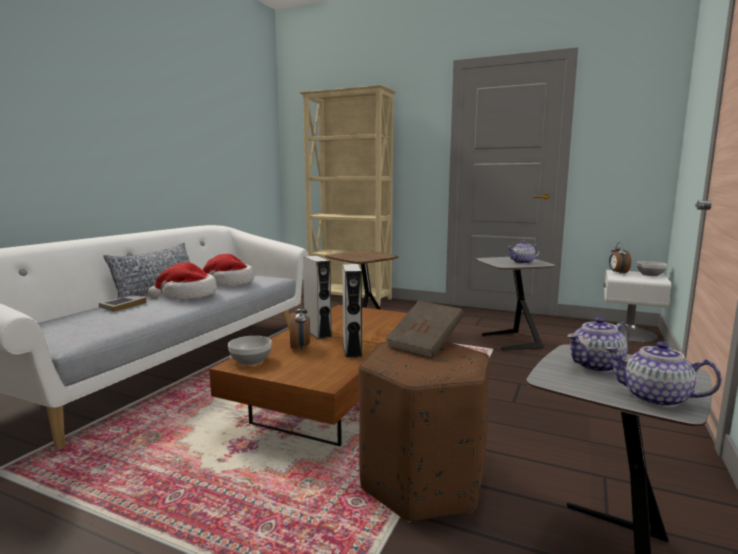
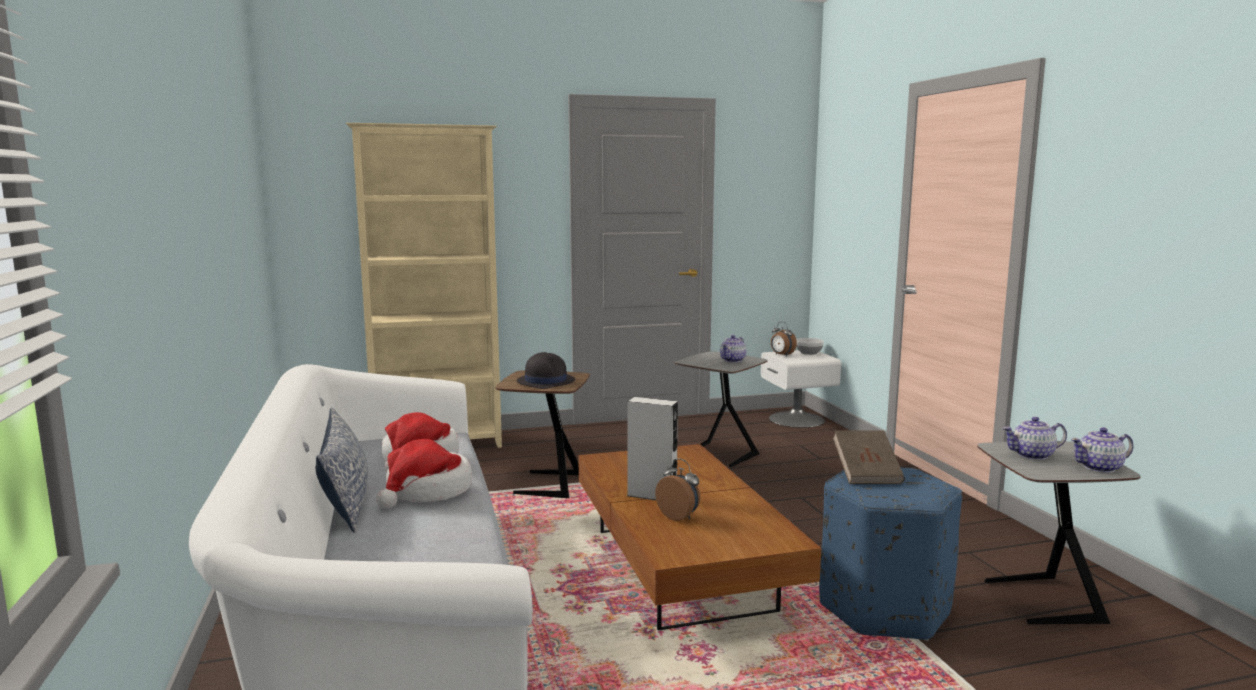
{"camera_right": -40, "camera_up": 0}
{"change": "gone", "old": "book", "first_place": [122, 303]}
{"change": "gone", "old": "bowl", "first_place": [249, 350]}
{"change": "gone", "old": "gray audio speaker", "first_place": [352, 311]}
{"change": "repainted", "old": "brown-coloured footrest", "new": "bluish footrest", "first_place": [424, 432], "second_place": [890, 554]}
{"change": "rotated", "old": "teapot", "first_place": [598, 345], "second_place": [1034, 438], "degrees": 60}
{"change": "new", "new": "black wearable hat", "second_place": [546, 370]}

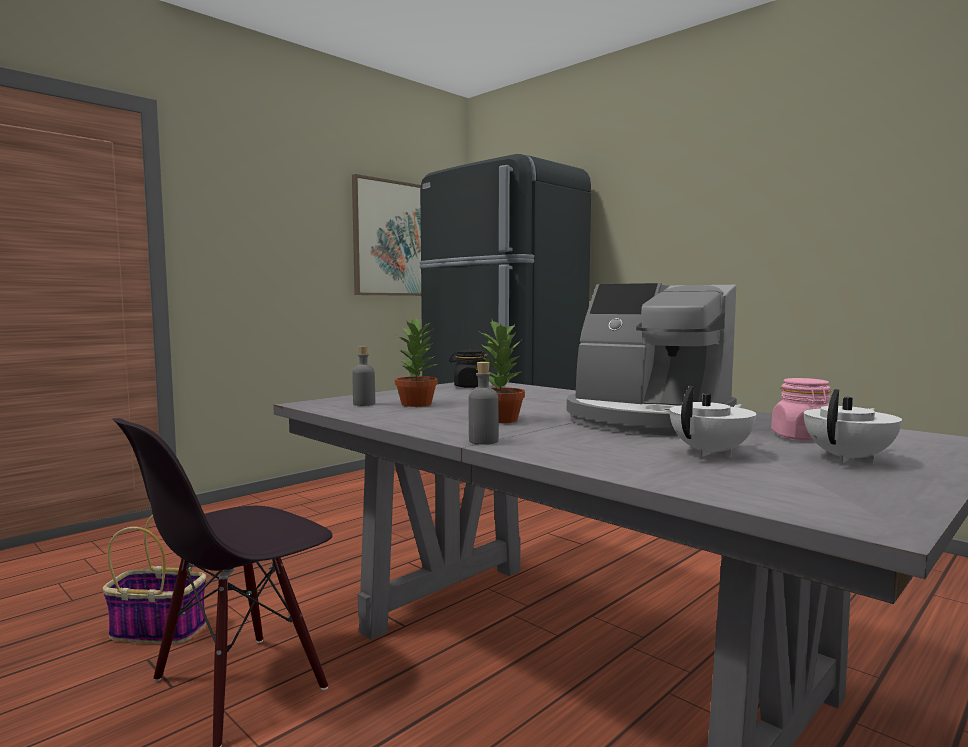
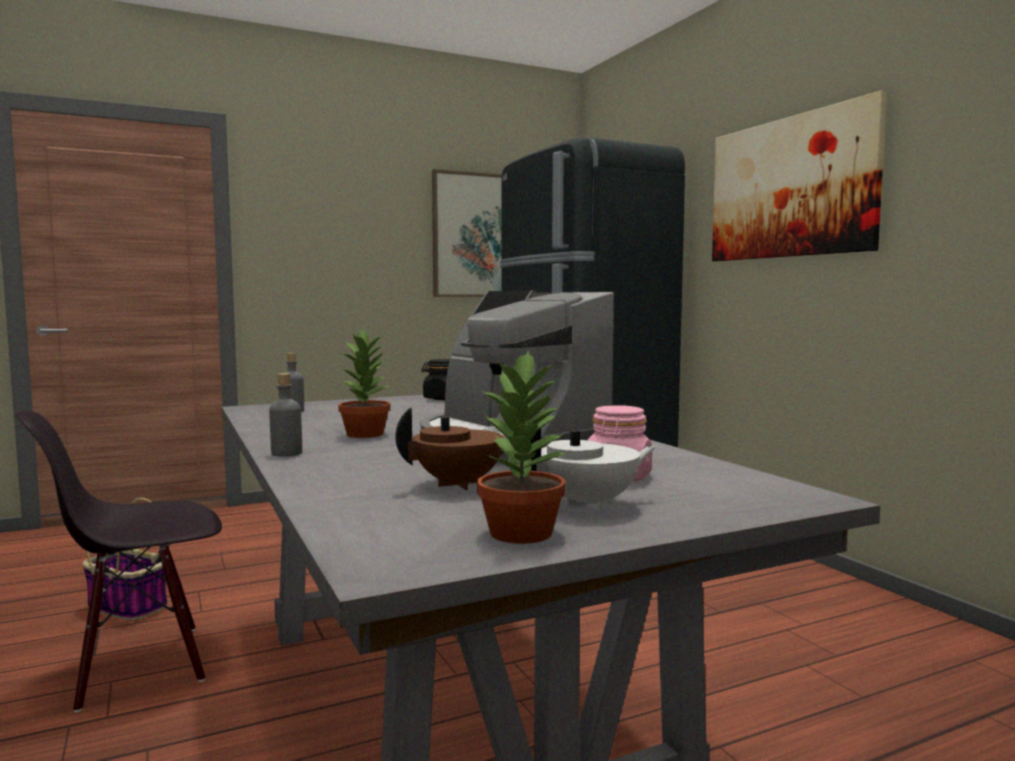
{"camera_right": 20, "camera_up": 0}
{"change": "shifted", "old": "houseplant", "first_place": [416, 362], "second_place": [522, 447]}
{"change": "repainted", "old": "whitish teapot", "new": "brown-coloured teapot", "first_place": [713, 422], "second_place": [449, 448]}
{"change": "new", "new": "picture", "second_place": [799, 176]}

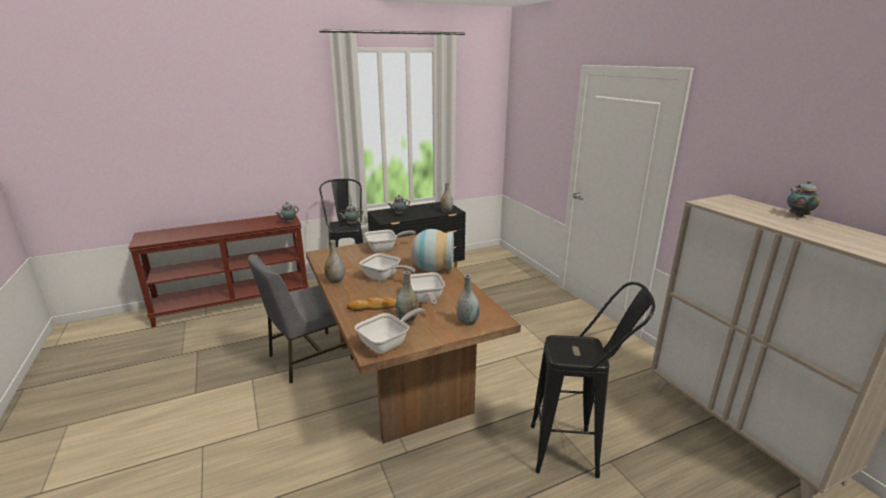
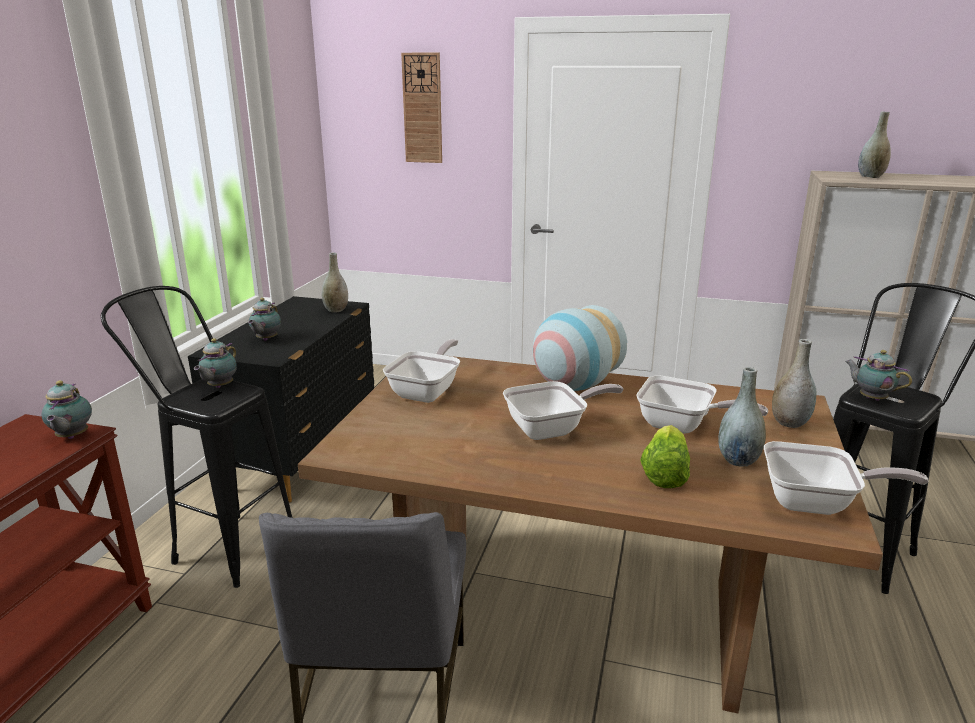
{"camera_right": -50, "camera_up": 0}
{"change": "shifted", "old": "gray decorative vase", "first_place": [335, 261], "second_place": [874, 144]}
{"change": "swapped", "old": "bakery bread", "new": "lettuce head", "first_place": [372, 304], "second_place": [665, 456]}
{"change": "rotated", "old": "skillet", "first_place": [390, 331], "second_place": [846, 478], "degrees": 105}
{"change": "shifted", "old": "teapot", "first_place": [803, 199], "second_place": [878, 375]}
{"change": "new", "new": "hanging clock", "second_place": [421, 108]}

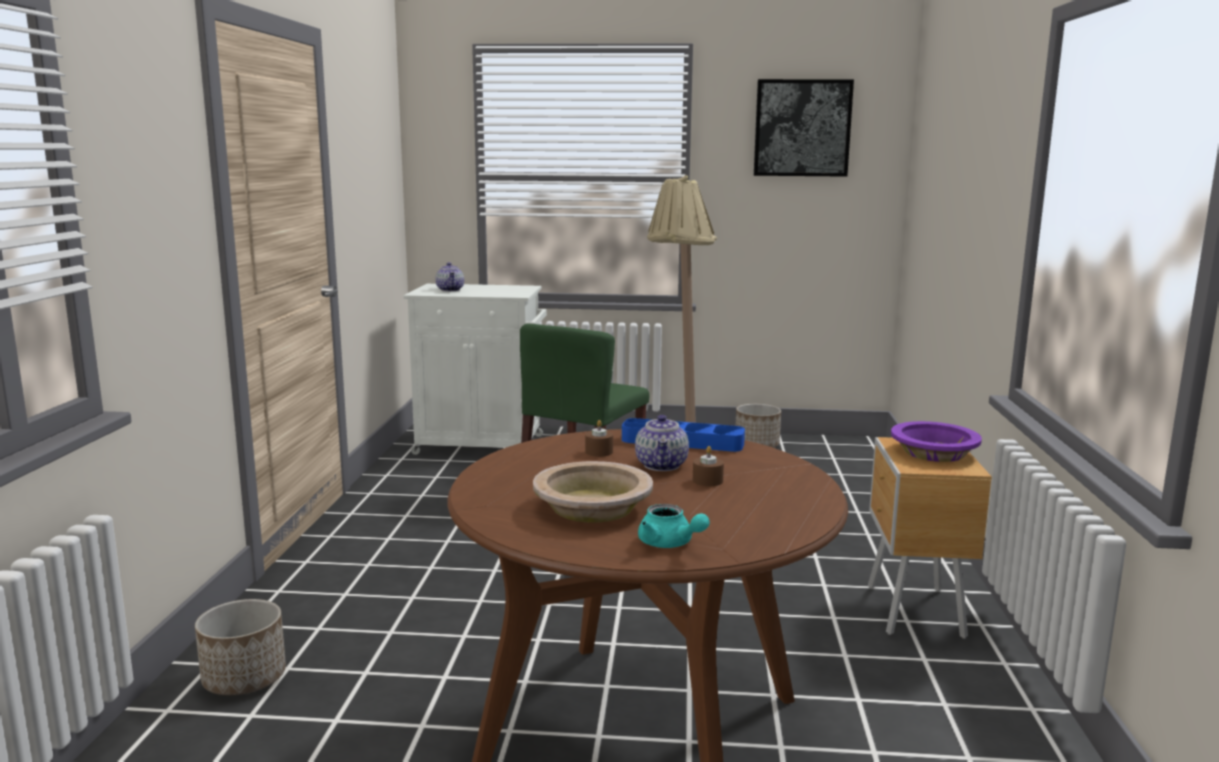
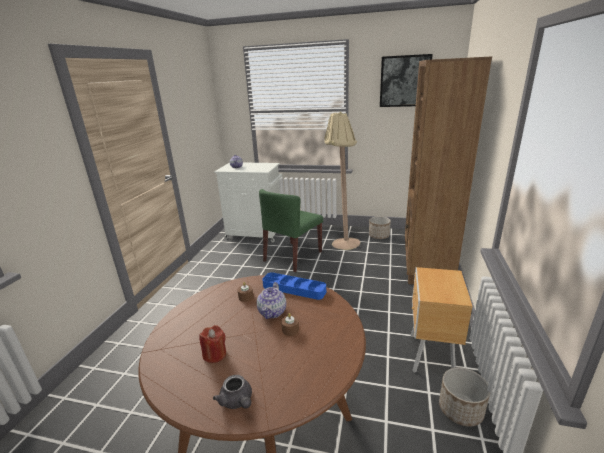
{"camera_right": 10, "camera_up": 10}
{"change": "shifted", "old": "plant pot", "first_place": [240, 647], "second_place": [464, 397]}
{"change": "swapped", "old": "beige-coloured bowl", "new": "reddish wax light", "first_place": [593, 492], "second_place": [212, 344]}
{"change": "repainted", "old": "blue-green teapot", "new": "gray teapot", "first_place": [674, 526], "second_place": [232, 392]}
{"change": "gone", "old": "purplish bowl", "first_place": [936, 441]}
{"change": "new", "new": "brown-coloured shelving unit", "second_place": [448, 170]}

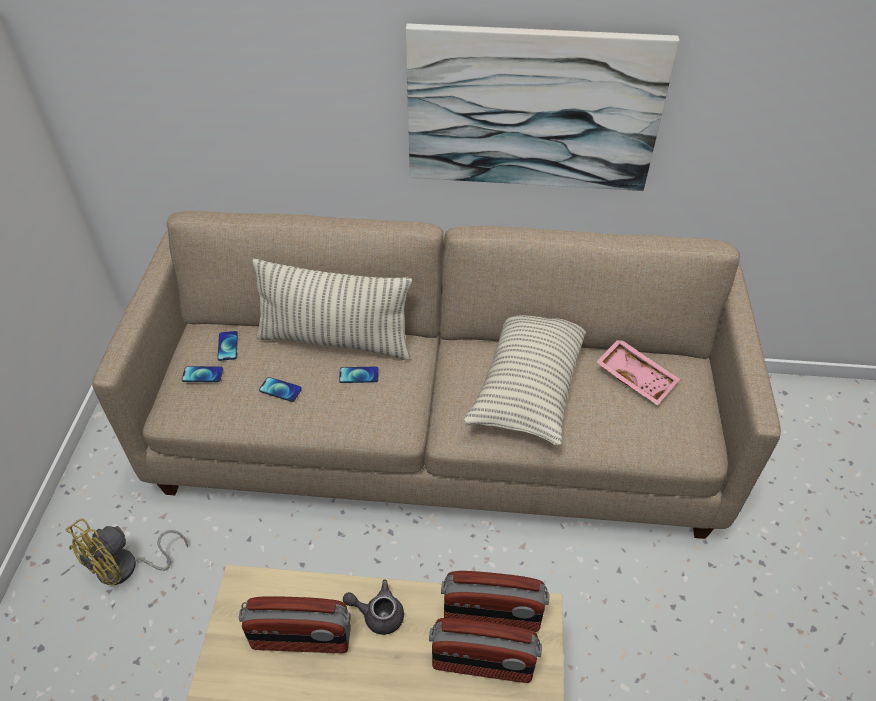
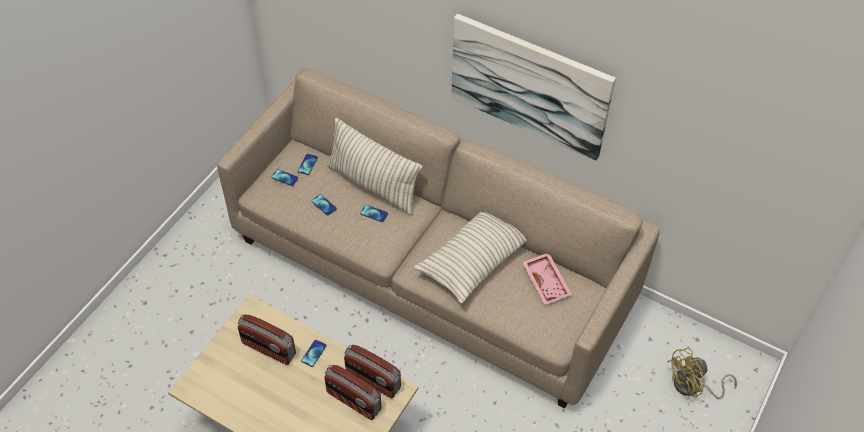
{"camera_right": 25, "camera_up": 5}
{"change": "shifted", "old": "yellow electric fan", "first_place": [126, 552], "second_place": [702, 373]}
{"change": "swapped", "old": "gray teapot", "new": "telephone", "first_place": [373, 607], "second_place": [313, 353]}

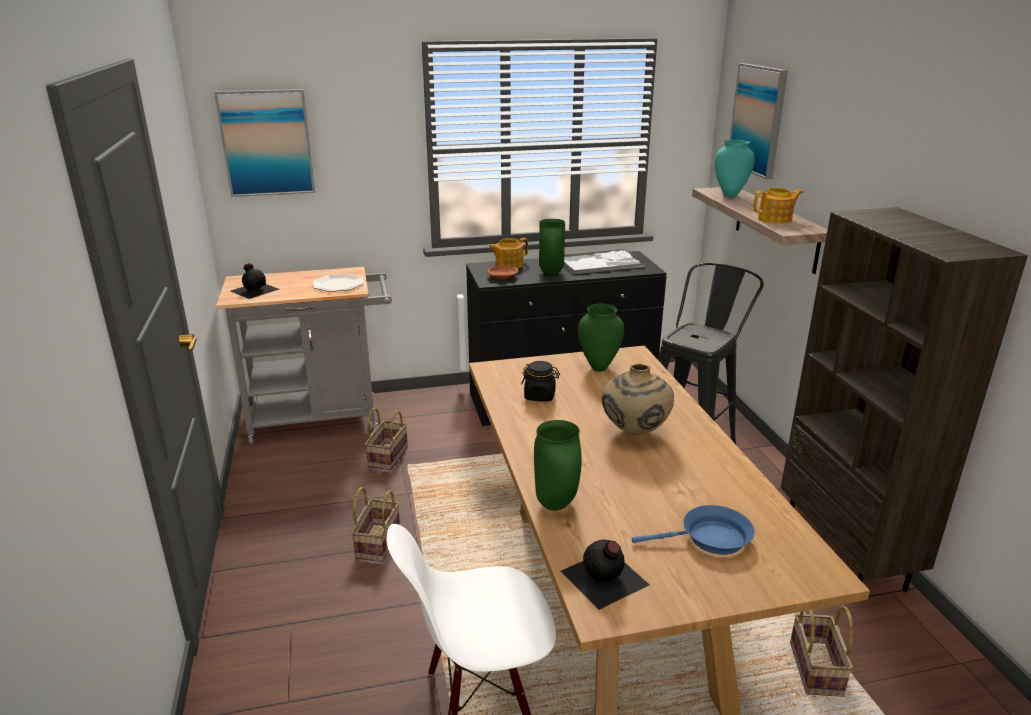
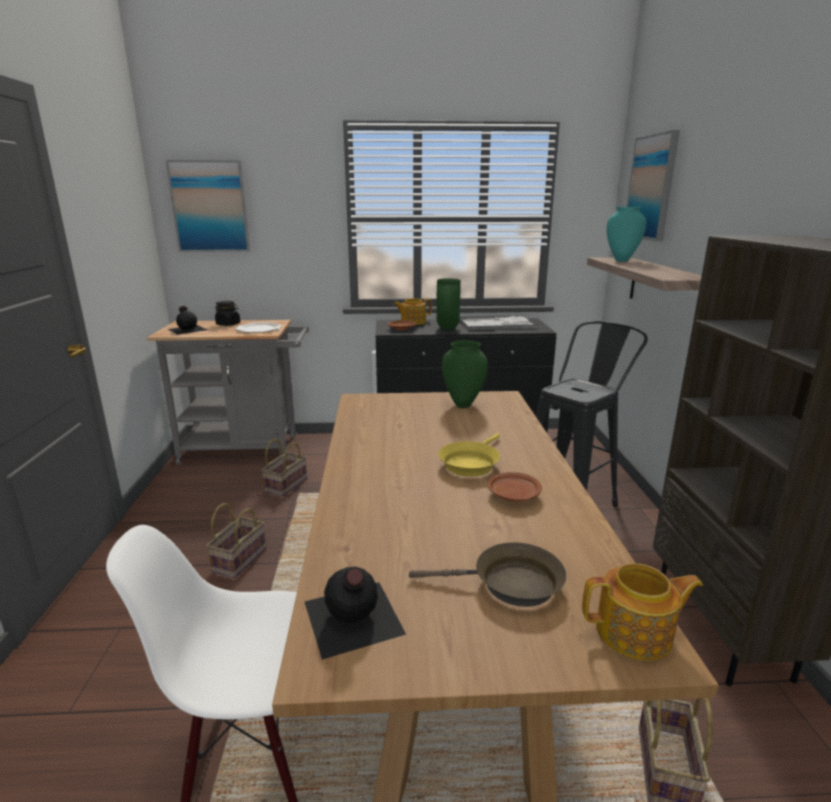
{"camera_right": 10, "camera_up": -5}
{"change": "shifted", "old": "black jar", "first_place": [540, 381], "second_place": [227, 313]}
{"change": "gone", "old": "green-coloured decorative vase", "first_place": [558, 465]}
{"change": "swapped", "old": "beige-coloured decorative vase", "new": "yellow skillet", "first_place": [638, 399], "second_place": [469, 455]}
{"change": "repainted", "old": "bluish skillet", "new": "brown-coloured skillet", "first_place": [693, 530], "second_place": [488, 574]}
{"change": "shifted", "old": "teapot", "first_place": [778, 206], "second_place": [642, 612]}
{"change": "new", "new": "brown-coloured flat dish", "second_place": [515, 487]}

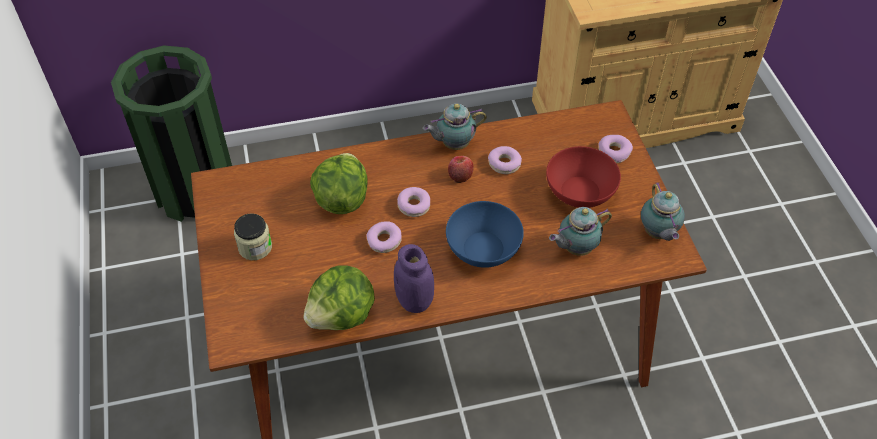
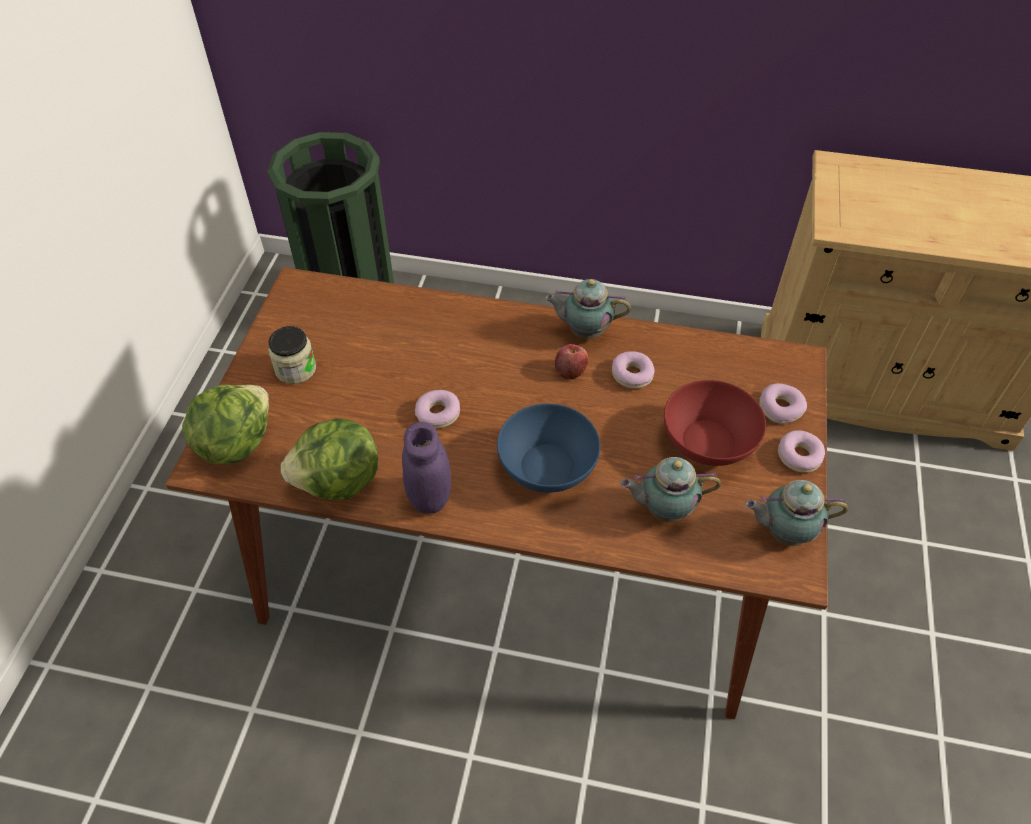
{"camera_right": 25, "camera_up": 0}
{"change": "shifted", "old": "lettuce head", "first_place": [339, 183], "second_place": [225, 424]}
{"change": "shifted", "old": "doughnut", "first_place": [413, 202], "second_place": [801, 451]}
{"change": "rotated", "old": "teapot", "first_place": [663, 211], "second_place": [796, 513], "degrees": 75}

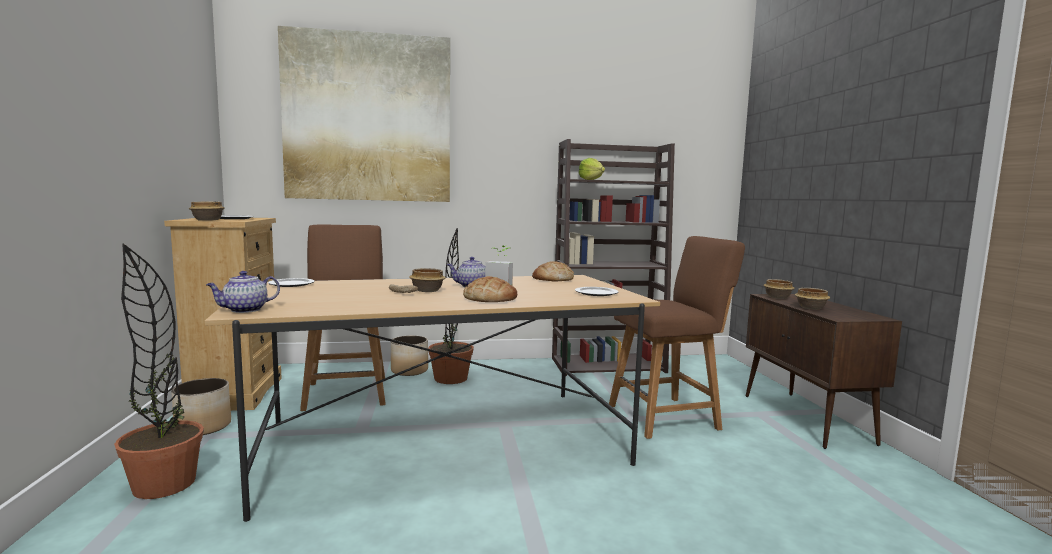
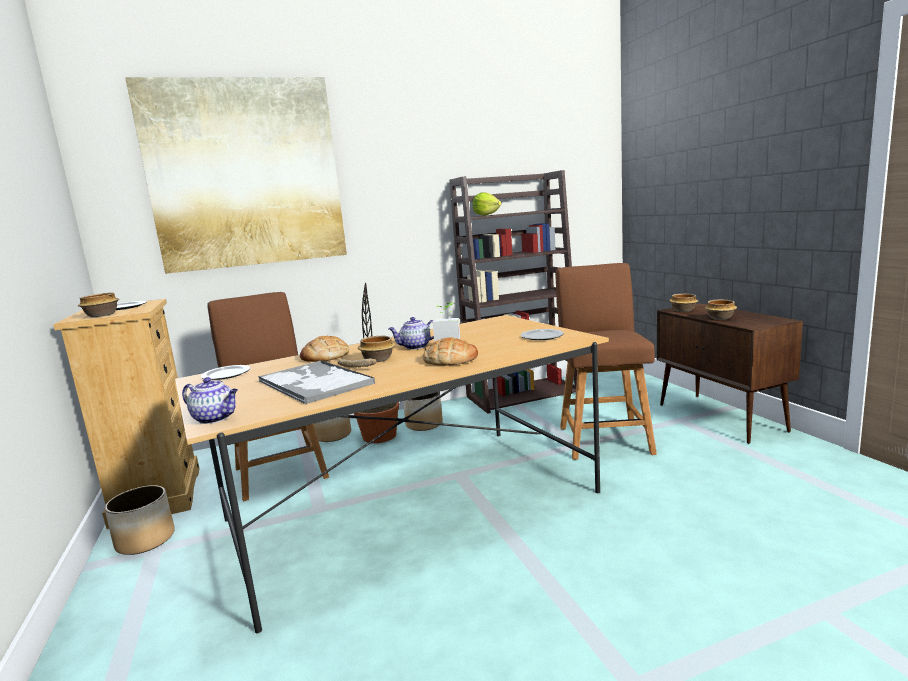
{"camera_right": -10, "camera_up": 5}
{"change": "gone", "old": "houseplant", "first_place": [159, 371]}
{"change": "rotated", "old": "teapot", "first_place": [243, 292], "second_place": [210, 400], "degrees": -105}
{"change": "shifted", "old": "bakery bread", "first_place": [553, 271], "second_place": [324, 349]}
{"change": "rotated", "old": "brown-coloured plain chair", "first_place": [677, 337], "second_place": [606, 361], "degrees": -60}
{"change": "new", "new": "tray", "second_place": [316, 382]}
{"change": "new", "new": "plant pot", "second_place": [423, 411]}

